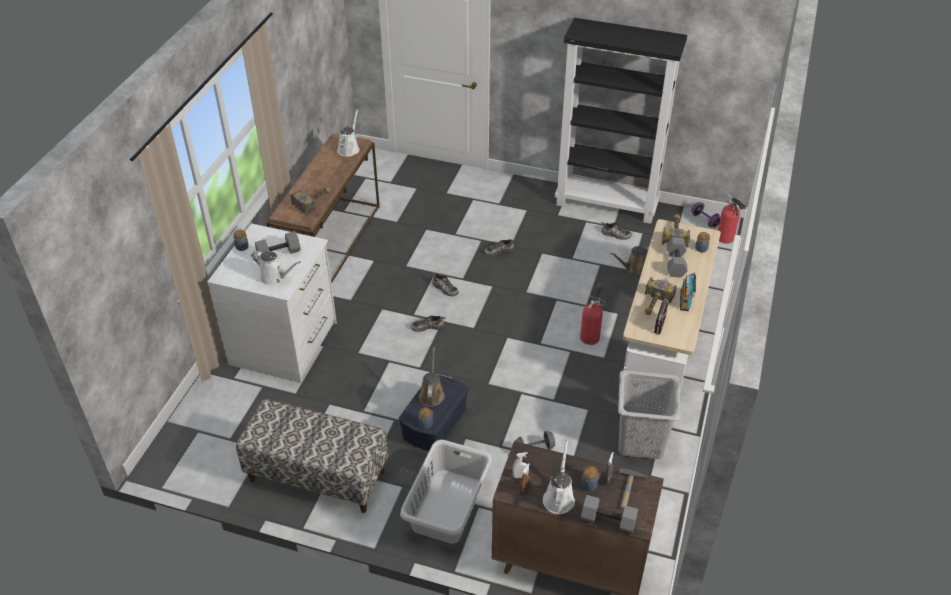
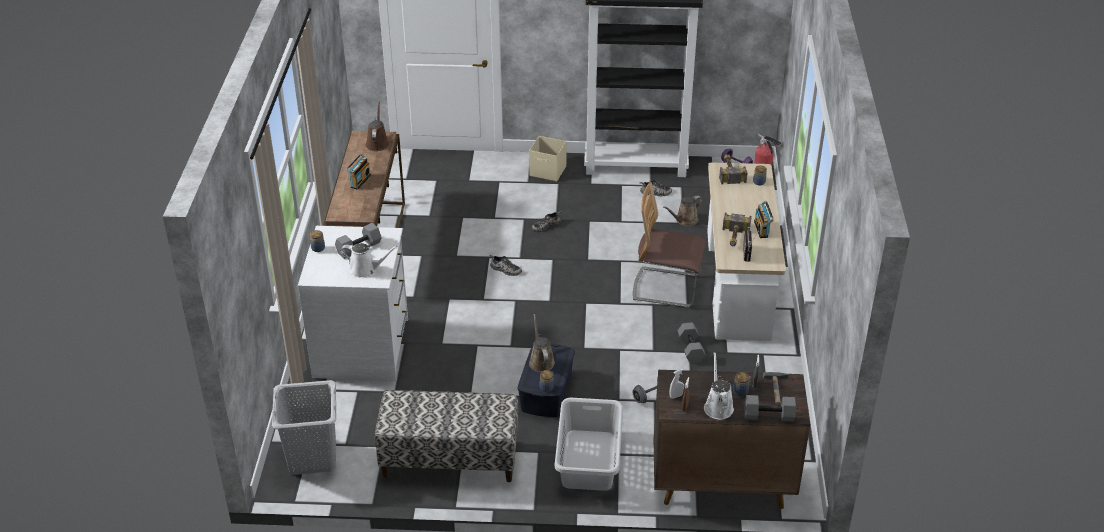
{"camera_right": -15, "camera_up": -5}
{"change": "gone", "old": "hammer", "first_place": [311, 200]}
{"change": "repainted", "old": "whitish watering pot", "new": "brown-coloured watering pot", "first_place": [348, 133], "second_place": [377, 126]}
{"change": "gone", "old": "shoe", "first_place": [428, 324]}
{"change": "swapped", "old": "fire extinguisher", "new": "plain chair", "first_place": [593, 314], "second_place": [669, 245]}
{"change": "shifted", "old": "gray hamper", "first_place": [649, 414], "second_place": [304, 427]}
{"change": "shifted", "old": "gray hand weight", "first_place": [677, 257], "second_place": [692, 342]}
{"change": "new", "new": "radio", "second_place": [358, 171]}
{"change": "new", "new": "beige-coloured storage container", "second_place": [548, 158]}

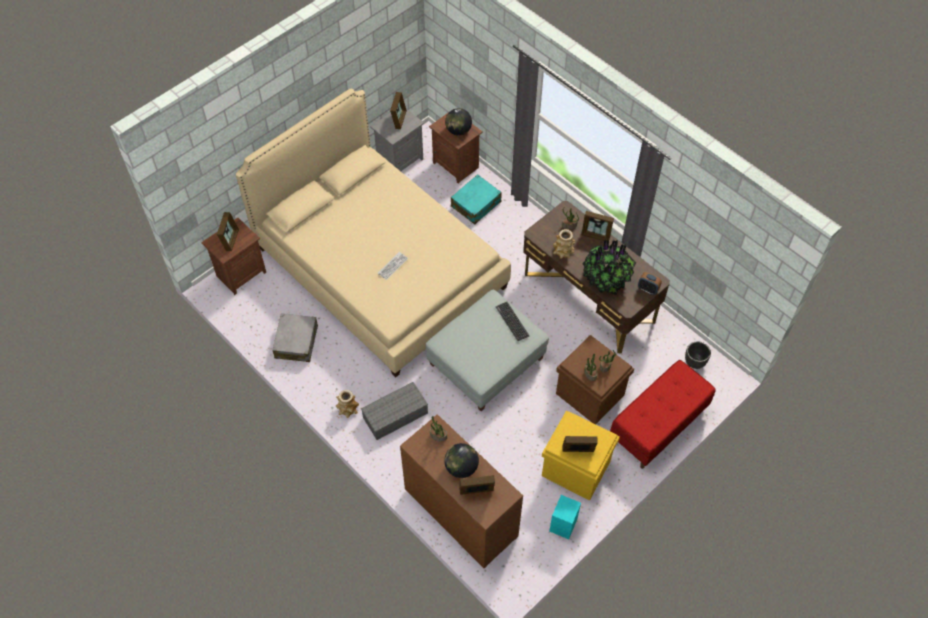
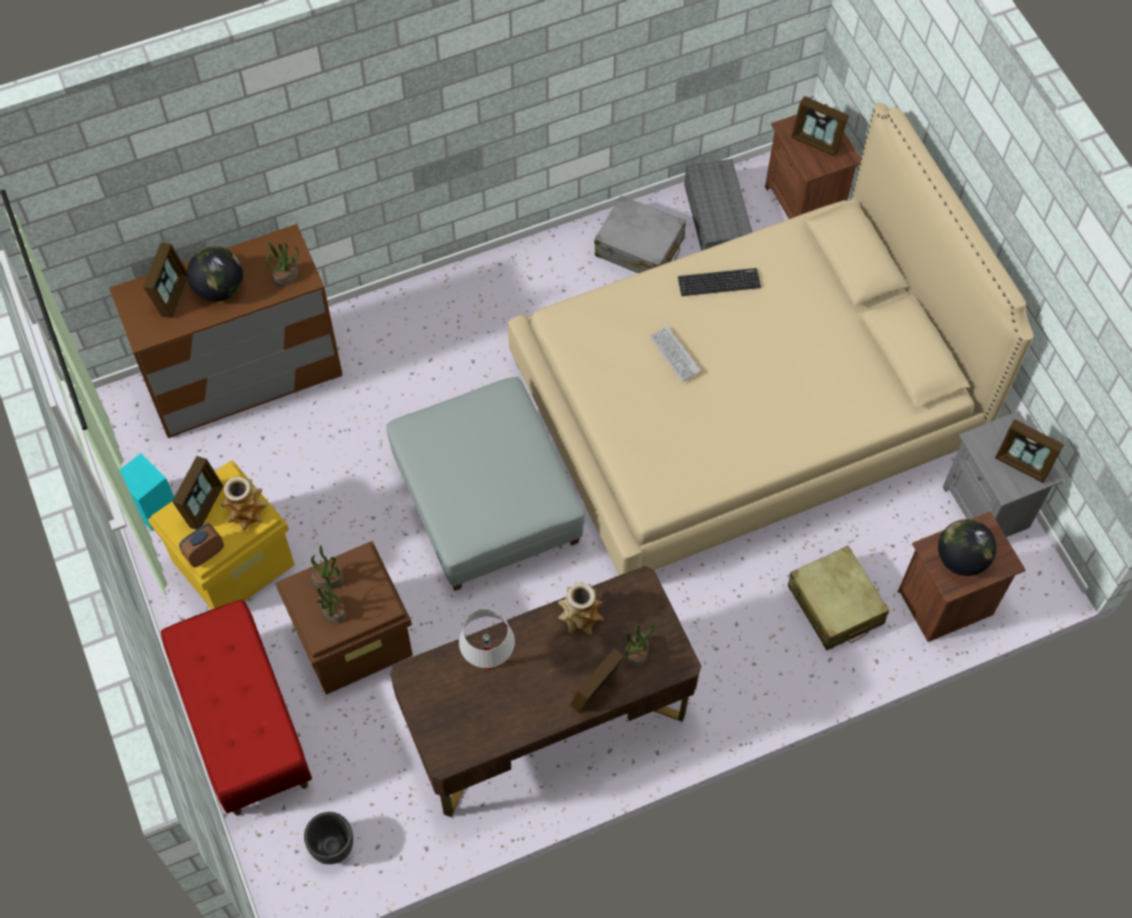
{"camera_right": 110, "camera_up": 5}
{"change": "shifted", "old": "decorative vase", "first_place": [347, 404], "second_place": [244, 503]}
{"change": "shifted", "old": "gray storage container", "first_place": [394, 411], "second_place": [718, 205]}
{"change": "repainted", "old": "blue-green suitcase", "new": "beige-coloured suitcase", "first_place": [476, 199], "second_place": [838, 598]}
{"change": "shifted", "old": "PC keyboard", "first_place": [512, 321], "second_place": [719, 282]}
{"change": "swapped", "old": "houseplant", "new": "whitish table lamp", "first_place": [609, 267], "second_place": [487, 639]}
{"change": "shifted", "old": "alarm clock", "first_place": [650, 283], "second_place": [201, 545]}

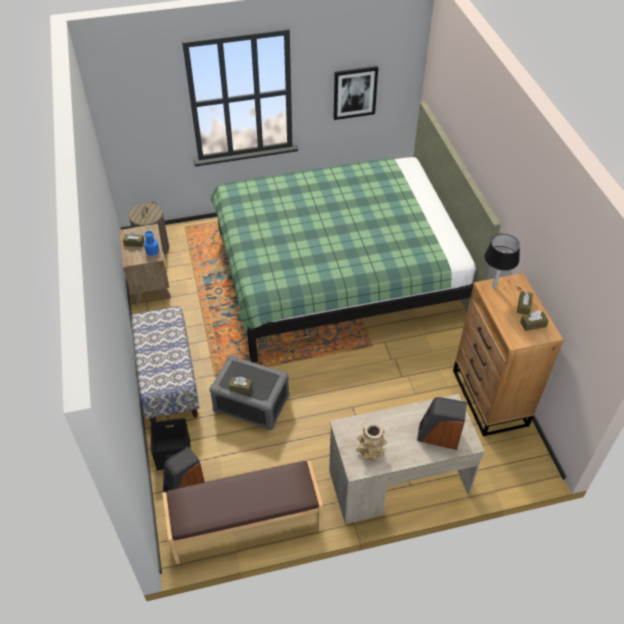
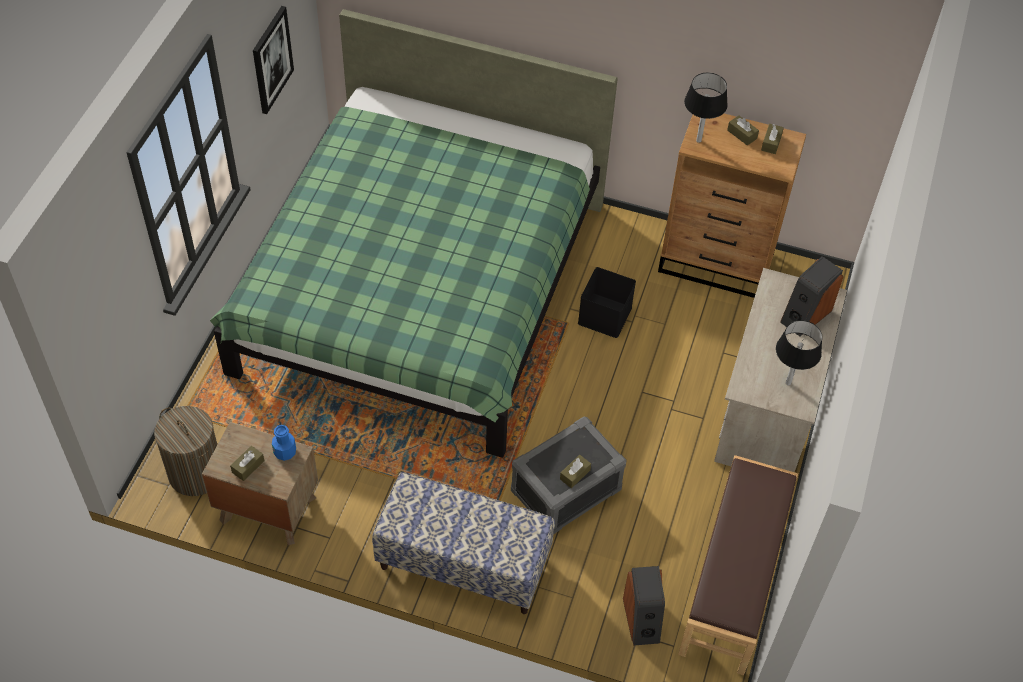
{"camera_right": -60, "camera_up": 5}
{"change": "shifted", "old": "black storage container", "first_place": [170, 444], "second_place": [607, 302]}
{"change": "swapped", "old": "decorative vase", "new": "black table lamp", "first_place": [371, 442], "second_place": [799, 352]}

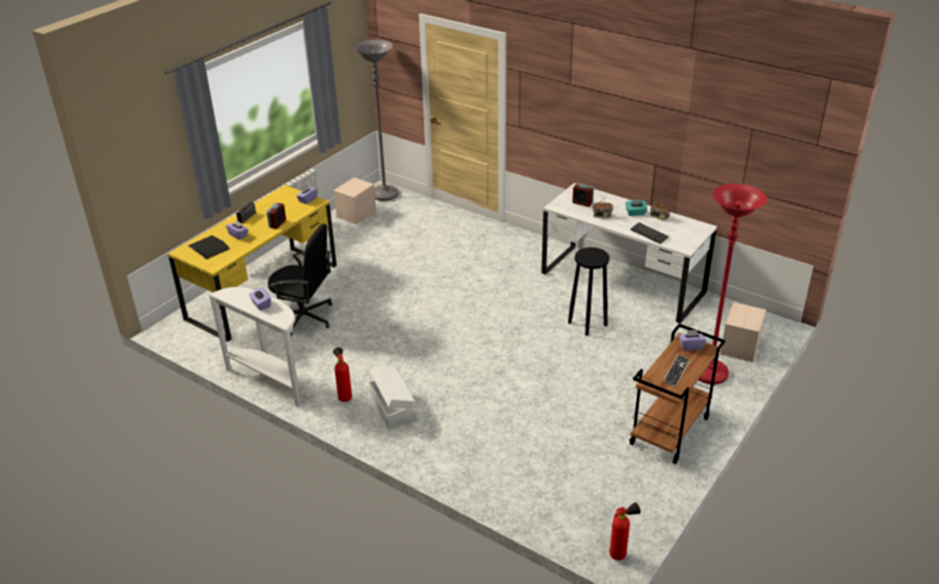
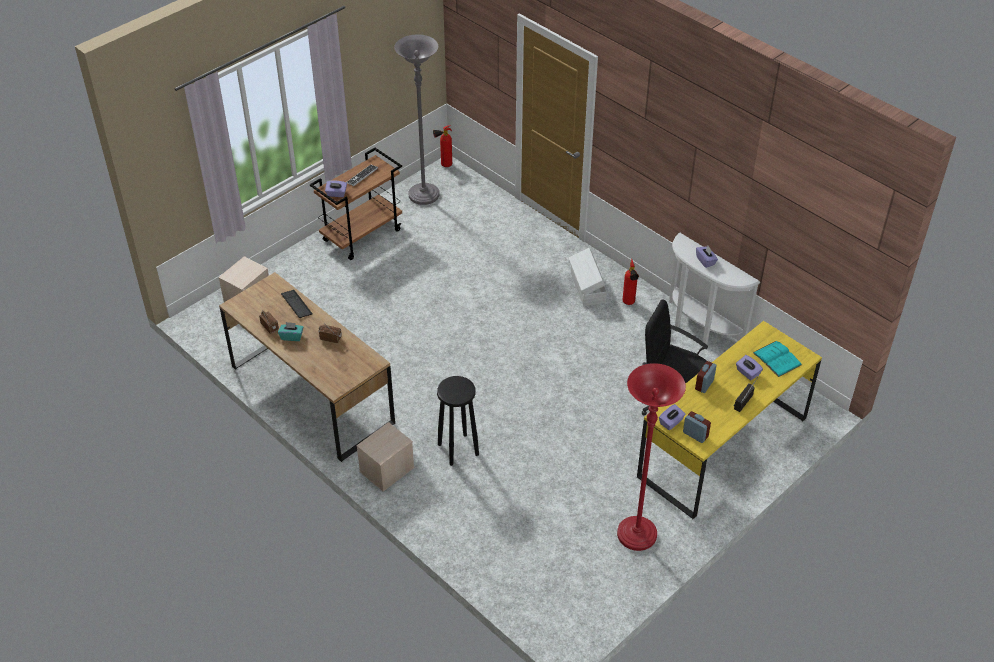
{"camera_right": -170, "camera_up": 10}
{"change": "repainted", "old": "black book", "new": "blue-green book", "first_place": [209, 247], "second_place": [777, 359]}
{"change": "shifted", "old": "beige-coloured storage container", "first_place": [354, 201], "second_place": [385, 457]}
{"change": "shifted", "old": "gray standard lamp", "first_place": [376, 120], "second_place": [417, 119]}
{"change": "repainted", "old": "whitish desk table", "new": "brown-coloured desk table", "first_place": [629, 253], "second_place": [307, 367]}
{"change": "shifted", "old": "black stool seat", "first_place": [589, 291], "second_place": [458, 421]}
{"change": "shifted", "old": "alarm clock", "first_place": [583, 195], "second_place": [697, 427]}
{"change": "shifted", "old": "reddish standard lamp", "first_place": [733, 284], "second_place": [651, 457]}

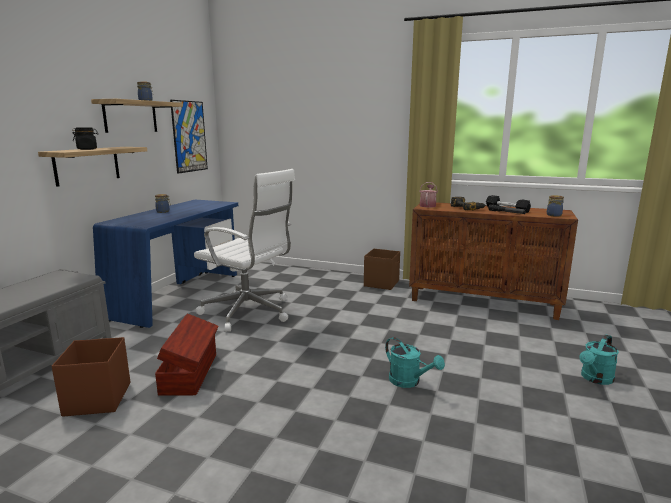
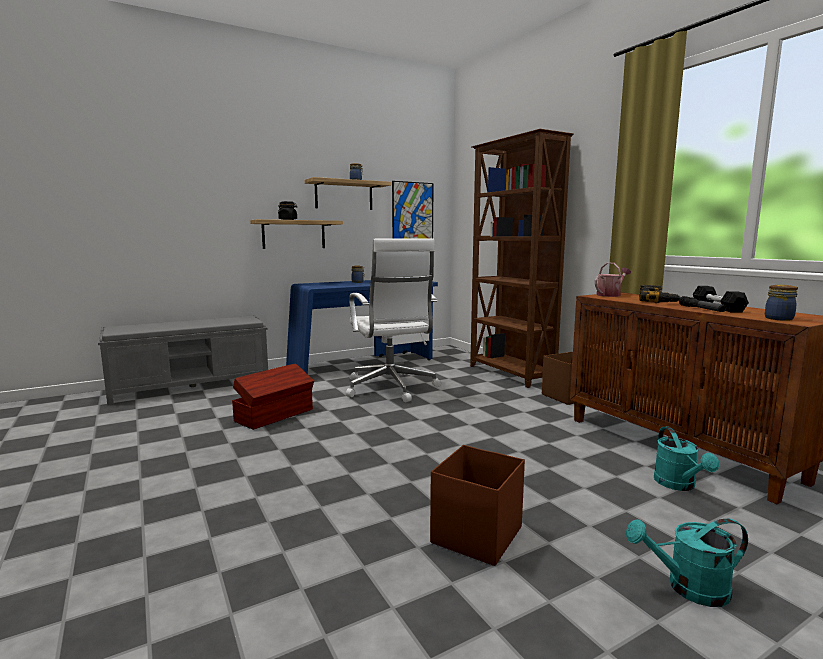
{"camera_right": 40, "camera_up": -5}
{"change": "shifted", "old": "brown-coloured storage container", "first_place": [91, 377], "second_place": [477, 505]}
{"change": "shifted", "old": "blue-green watering pot", "first_place": [415, 362], "second_place": [686, 459]}
{"change": "new", "new": "brown-coloured shelving unit", "second_place": [522, 258]}

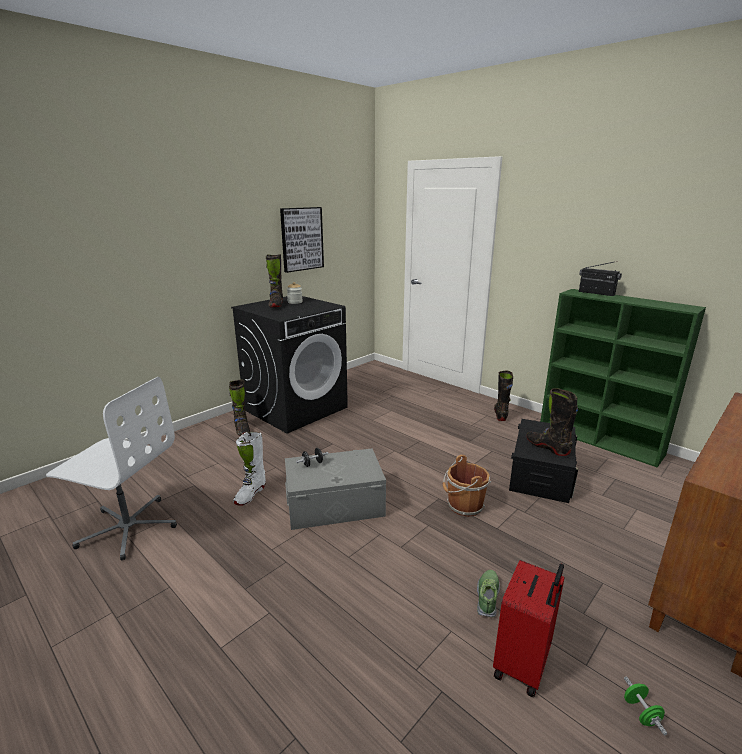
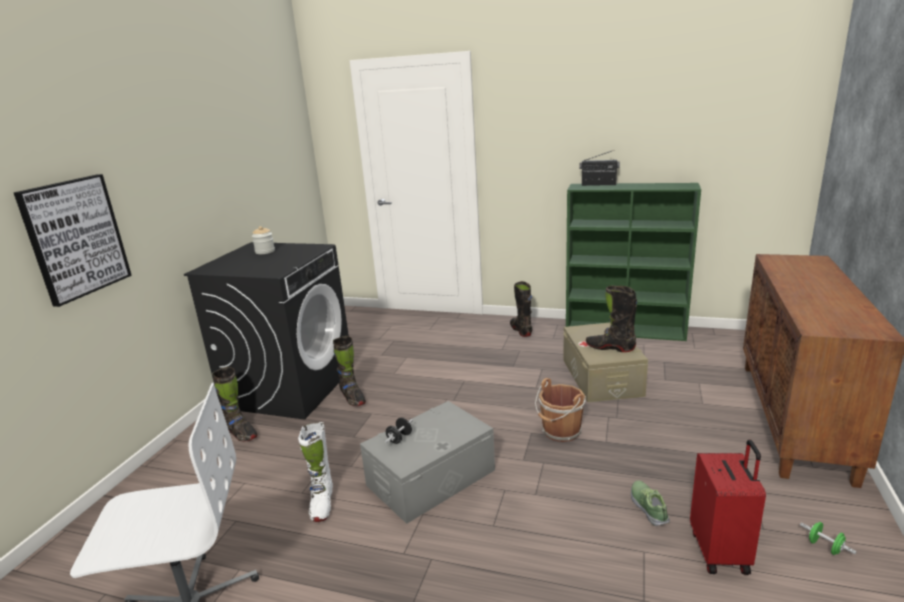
{"camera_right": -25, "camera_up": 0}
{"change": "shifted", "old": "black boot", "first_place": [274, 280], "second_place": [349, 371]}
{"change": "shifted", "old": "picture", "first_place": [302, 240], "second_place": [73, 240]}
{"change": "repainted", "old": "black storage container", "new": "beige-coloured storage container", "first_place": [543, 461], "second_place": [605, 362]}

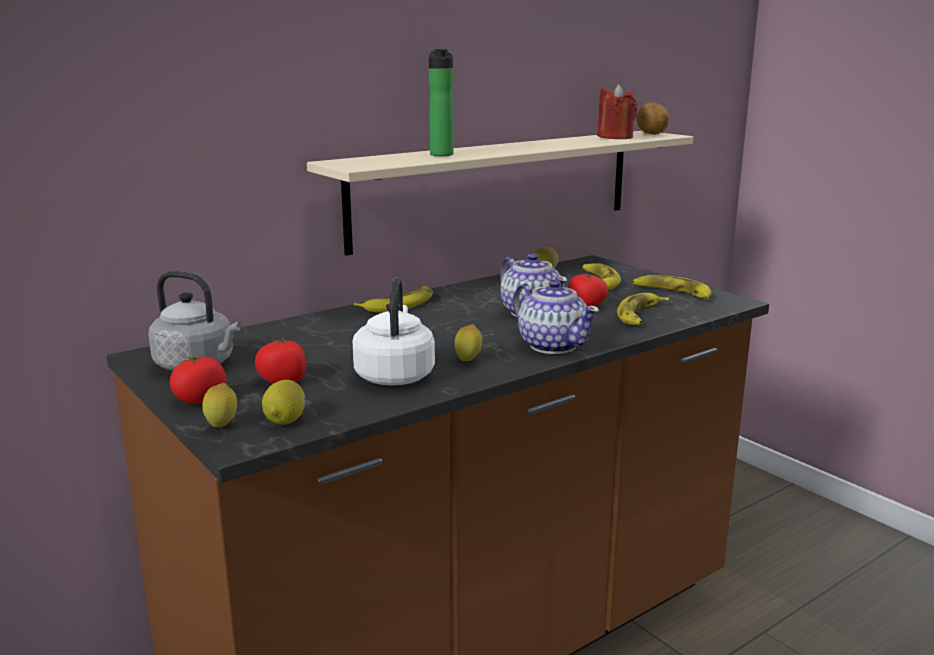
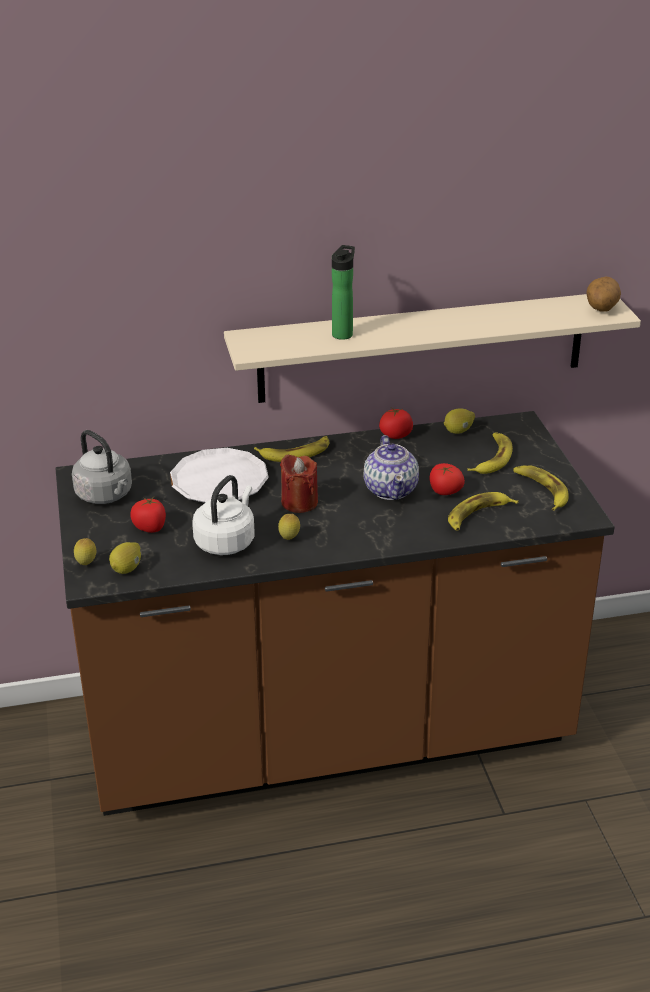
{"camera_right": 25, "camera_up": 15}
{"change": "shifted", "old": "tomato", "first_place": [198, 380], "second_place": [396, 423]}
{"change": "gone", "old": "teapot", "first_place": [556, 316]}
{"change": "shifted", "old": "reddish wax light", "first_place": [617, 111], "second_place": [299, 483]}
{"change": "new", "new": "whitish flat dish", "second_place": [219, 475]}

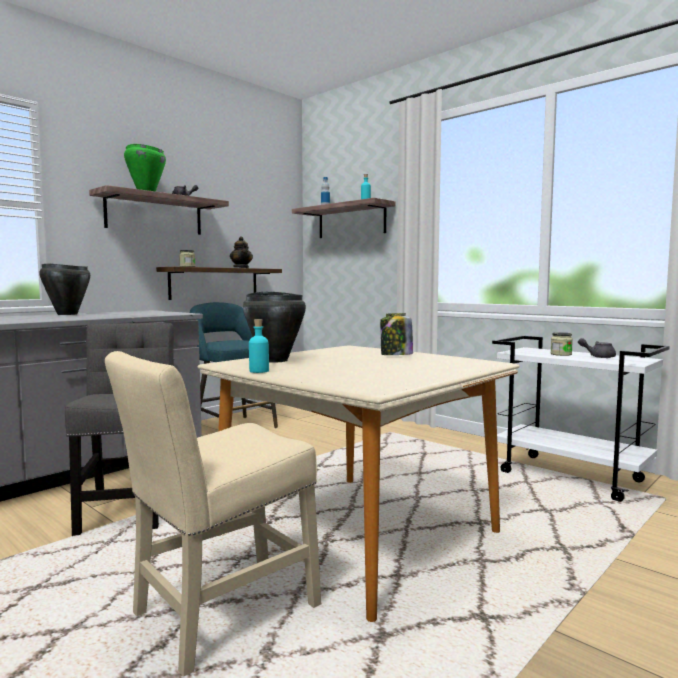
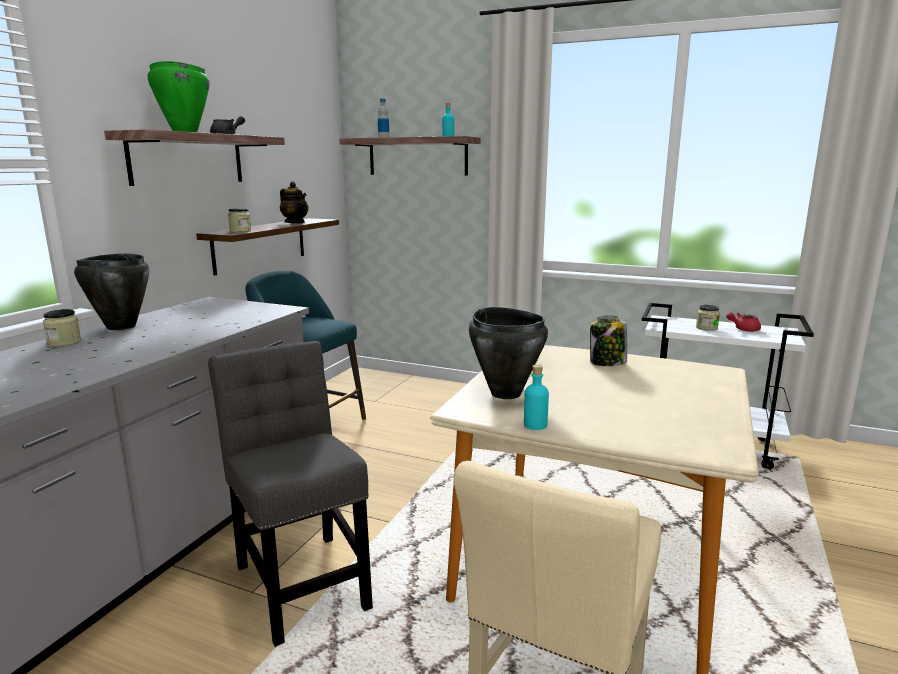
{"camera_right": -20, "camera_up": 10}
{"change": "repainted", "old": "gray teapot", "new": "reddish teapot", "first_place": [597, 348], "second_place": [743, 322]}
{"change": "new", "new": "jar", "second_place": [62, 328]}

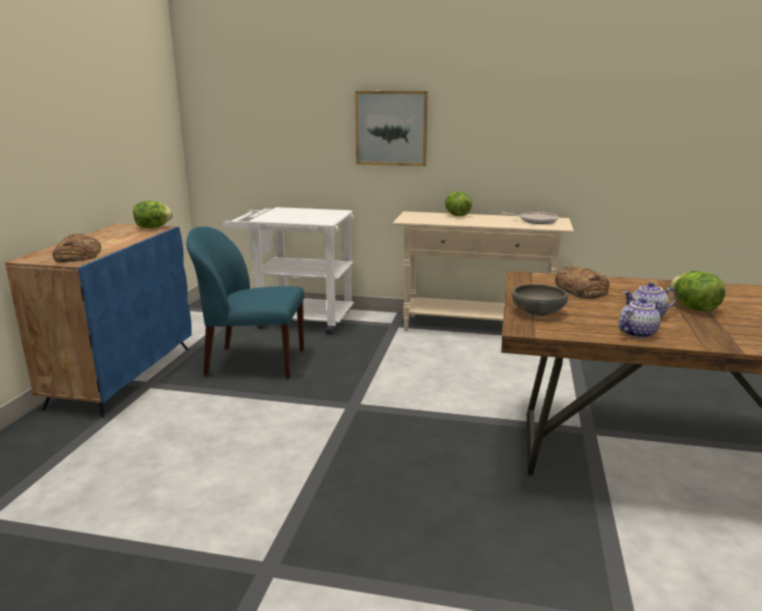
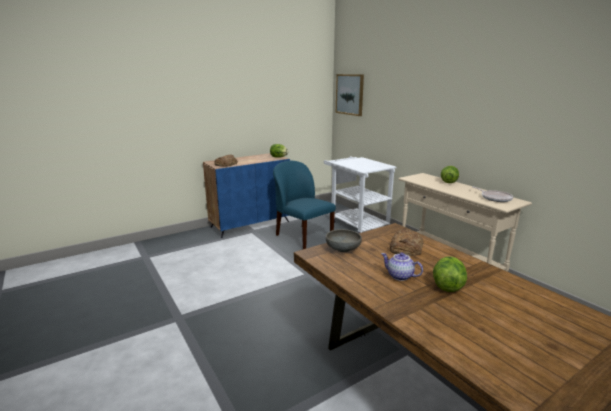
{"camera_right": 45, "camera_up": 0}
{"change": "shifted", "old": "picture", "first_place": [391, 128], "second_place": [350, 95]}
{"change": "gone", "old": "teapot", "first_place": [640, 318]}

